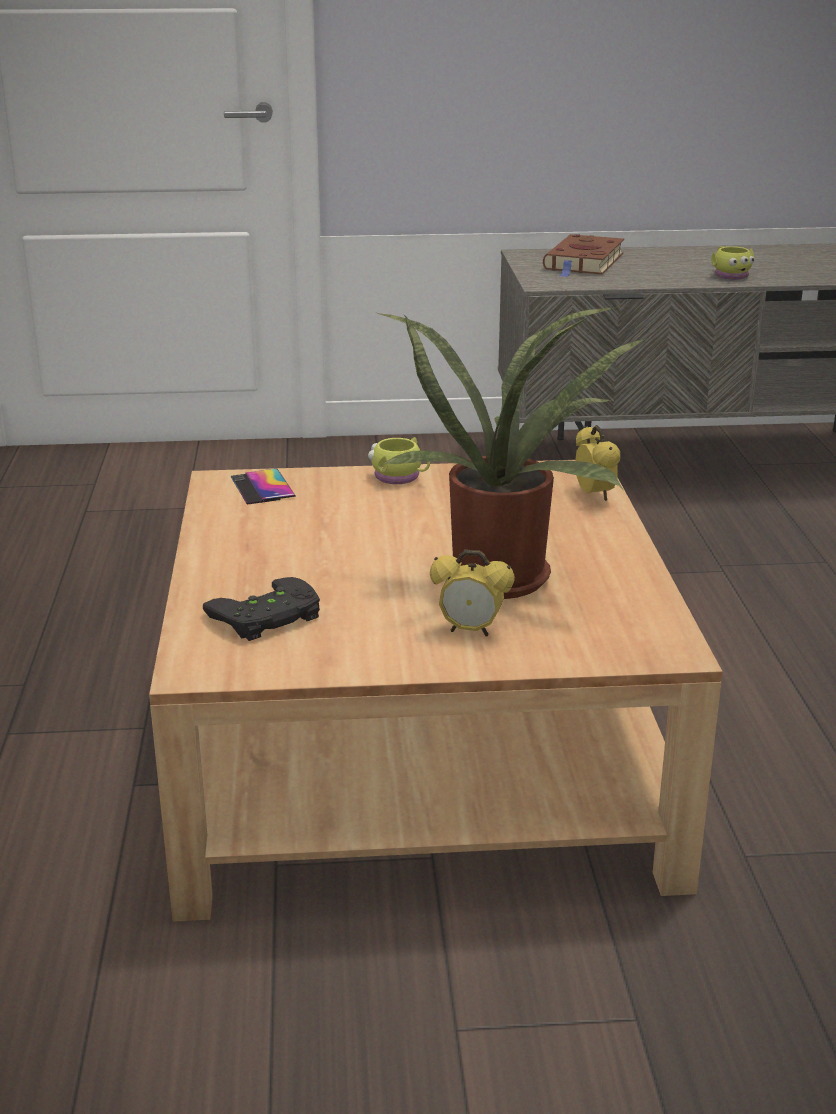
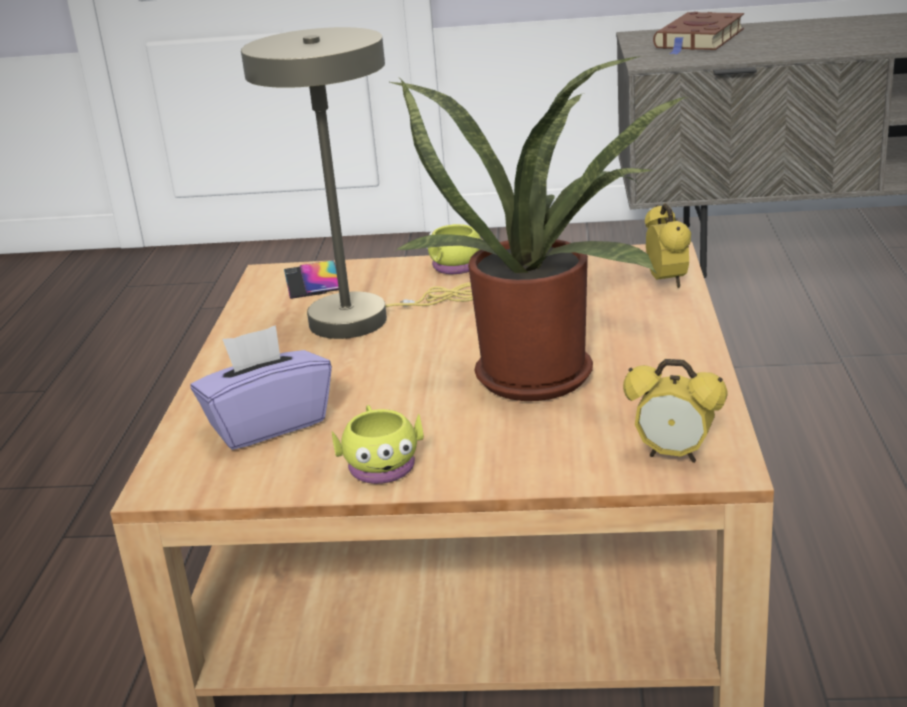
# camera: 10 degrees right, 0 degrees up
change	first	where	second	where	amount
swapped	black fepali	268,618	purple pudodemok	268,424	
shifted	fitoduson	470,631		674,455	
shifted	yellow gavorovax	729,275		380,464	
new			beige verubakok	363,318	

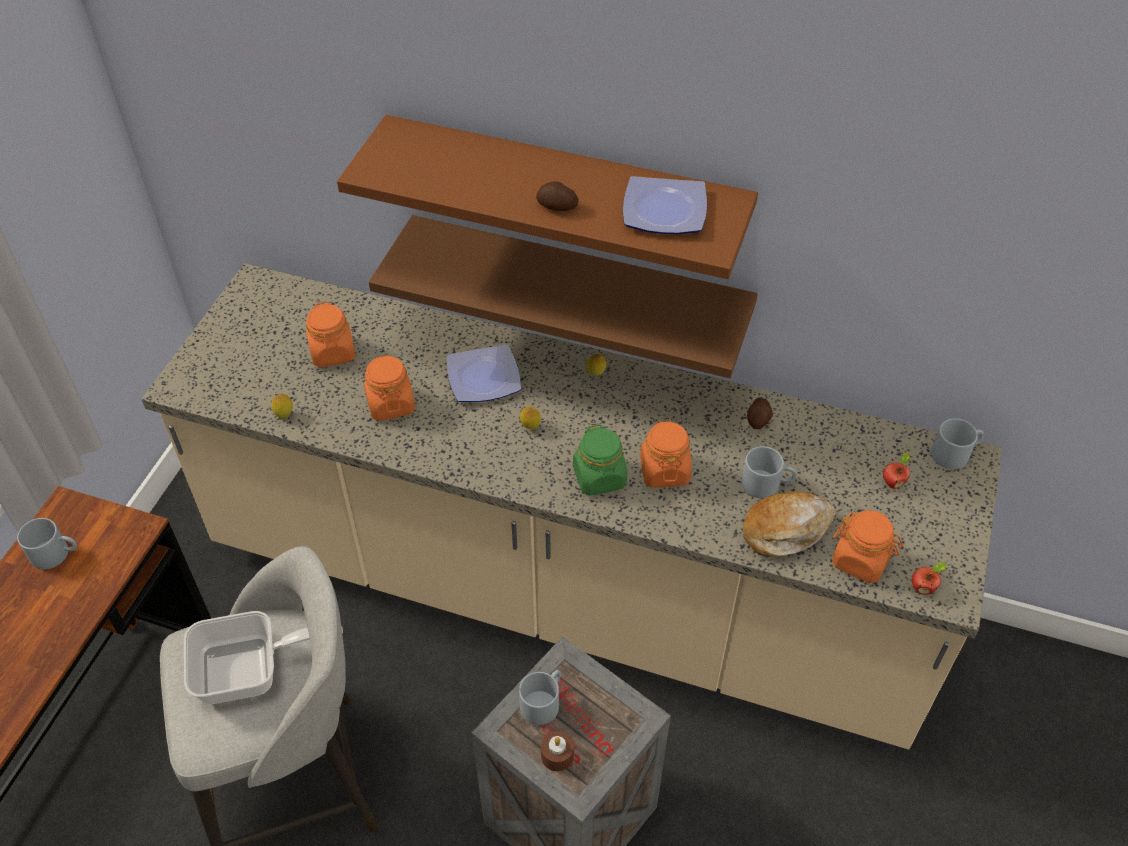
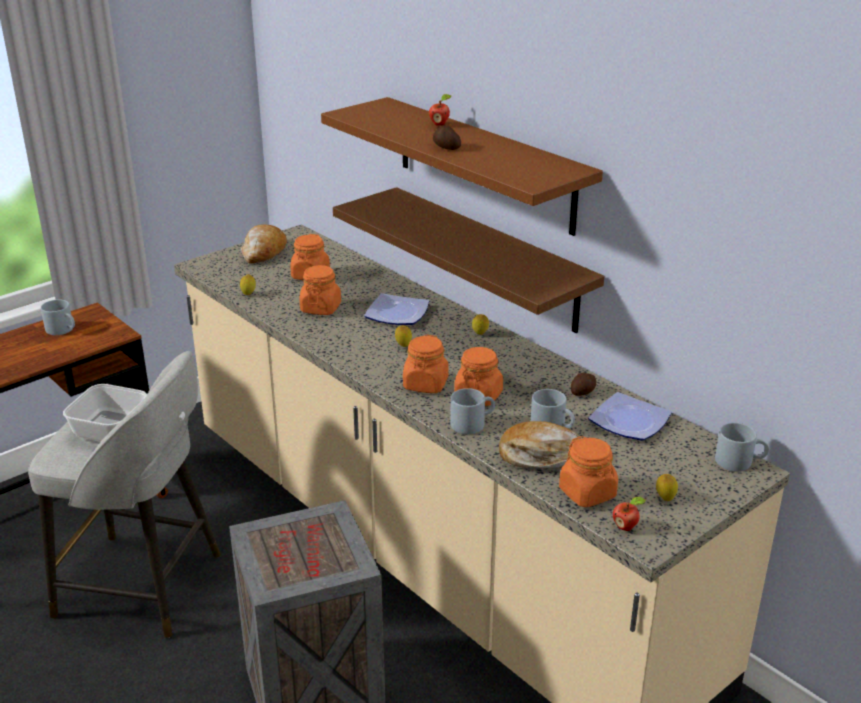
# camera: 30 degrees right, 20 degrees down
change	first	where	second	where	amount
shifted	grey gavorovax	543,701		472,423	
gone	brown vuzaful	557,755			
repainted	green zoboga	599,477	orange zoboga	425,384	
shifted	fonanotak	662,211		627,422	
shifted	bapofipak	892,482		440,124	
new			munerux	263,252	
new			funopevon	665,499	

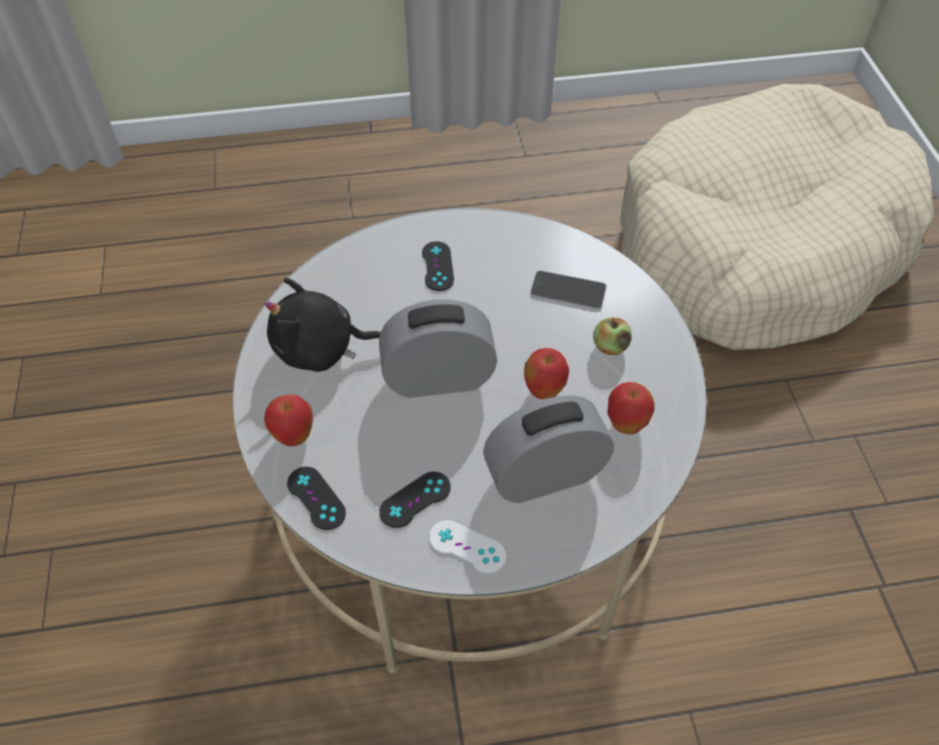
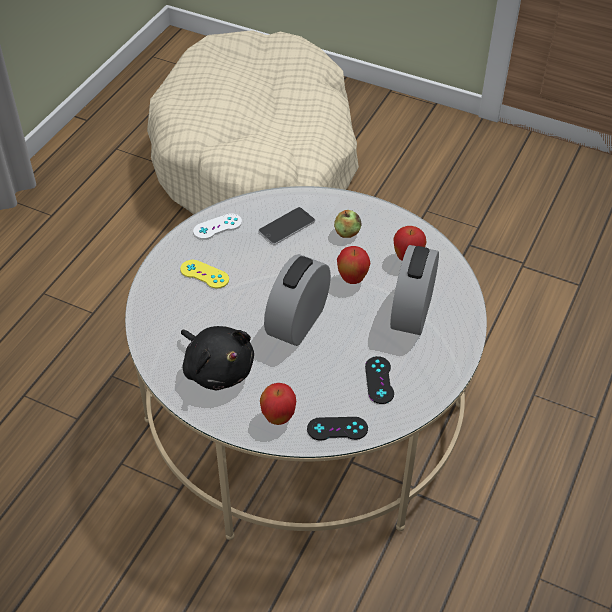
# camera: 55 degrees left, 5 degrees down
change	first	where	second	where	amount
rotated	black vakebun	321,349		217,369	75 degrees counterclockwise
repainted	black fepali	437,266	yellow fepali	204,274	
shifted	white fepali	467,547		217,226	

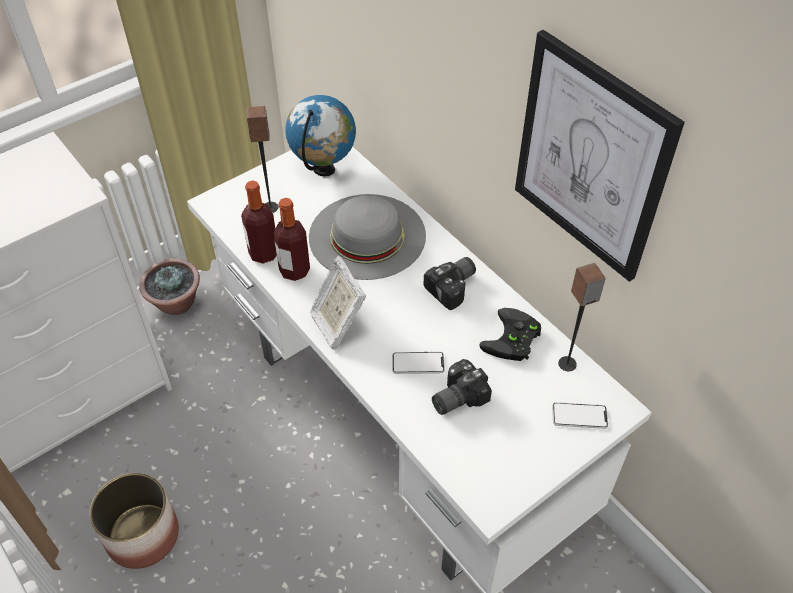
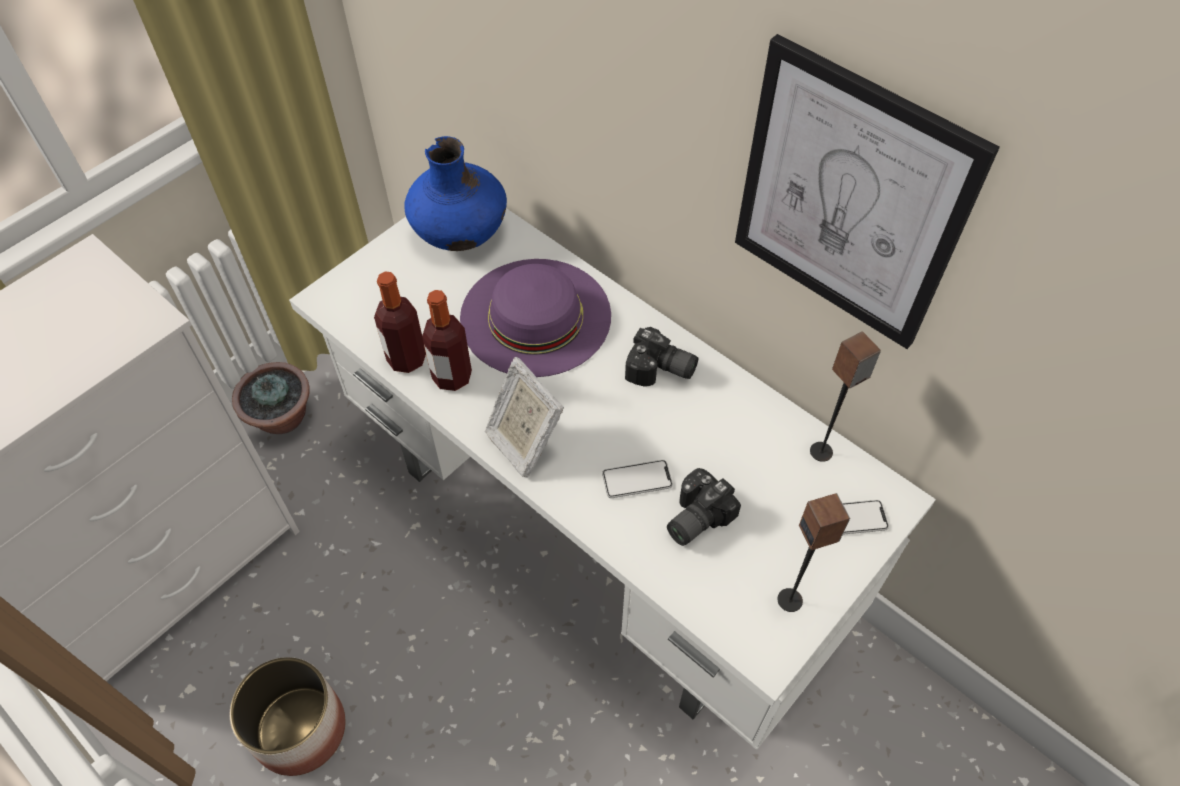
# camera: 10 degrees left, 5 degrees up
change	first	where	second	where	amount
shifted	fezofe	271,207		790,600	
swapped	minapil	324,169	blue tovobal	461,233	
repainted	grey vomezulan	367,236	purple vomezulan	536,316	
rotated	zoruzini	454,288		660,371	75 degrees clockwise
gone	black fepali	512,340			

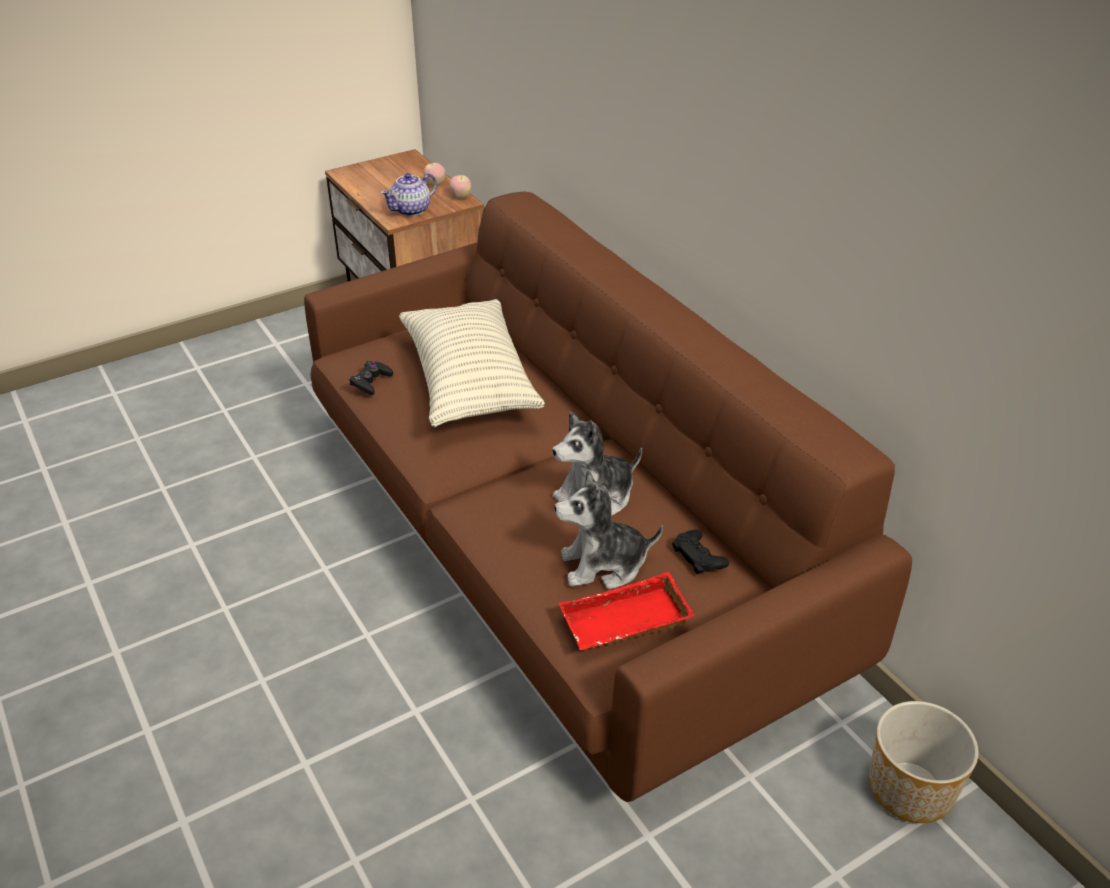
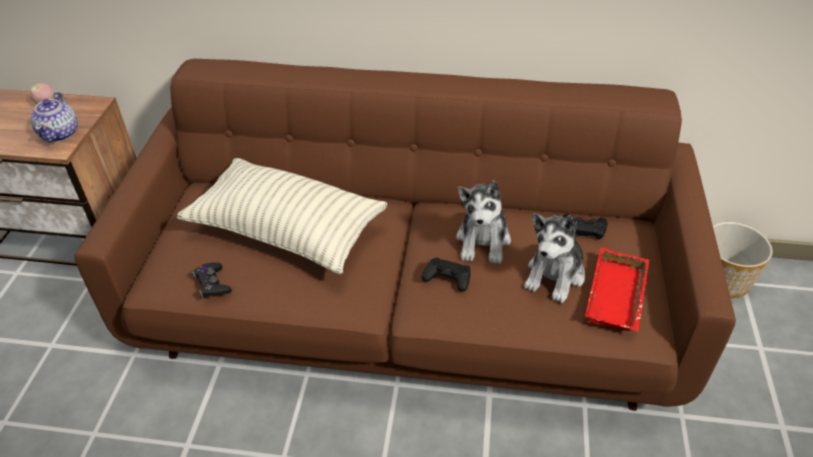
# camera: 50 degrees left, 5 degrees up
change	first	where	second	where	amount
gone	bapofipak	460,197			
new			black fepali	447,277	

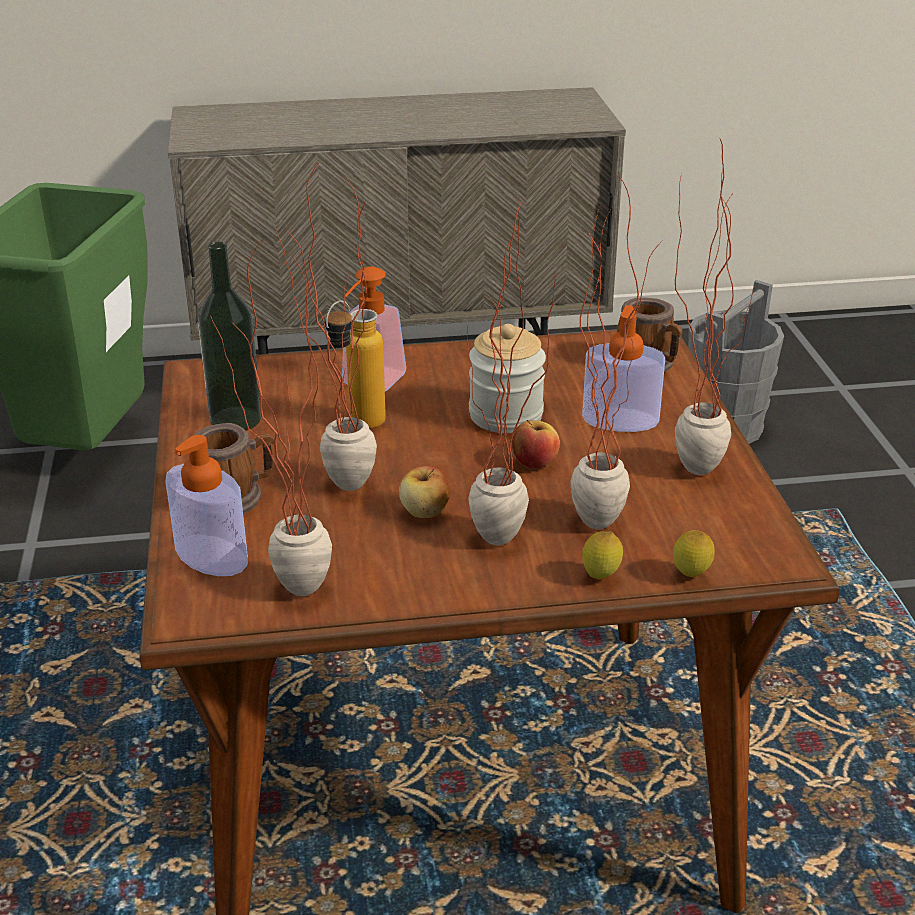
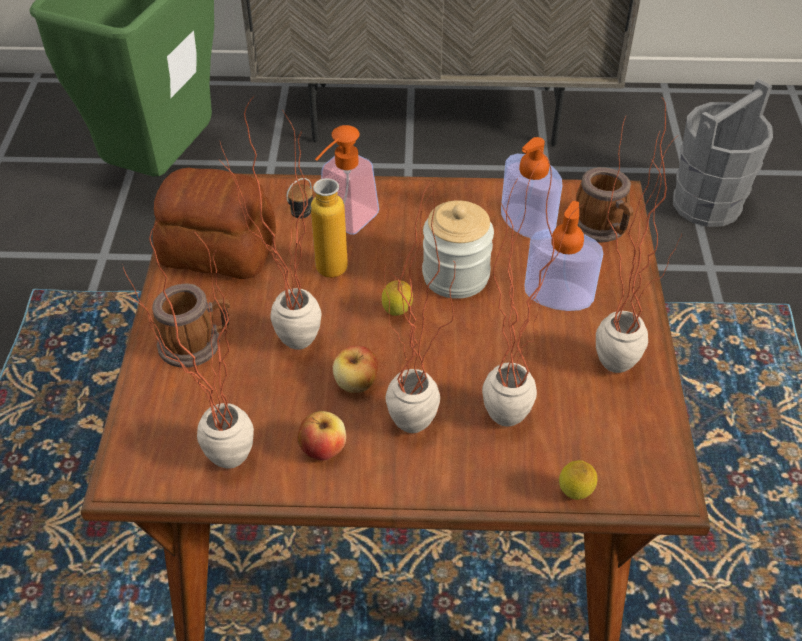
# camera: 10 degrees right, 15 degrees up
change	first	where	second	where	amount
shifted	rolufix	211,556		527,222	
swapped	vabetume	235,419	munerux	218,251	
shifted	bapofipak	534,462		323,448	
shifted	funopevon	600,577		397,313	

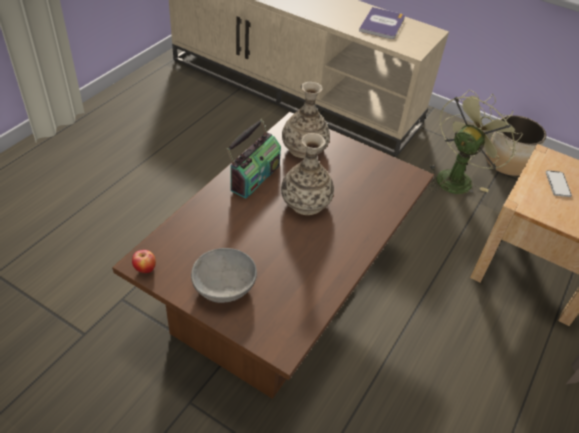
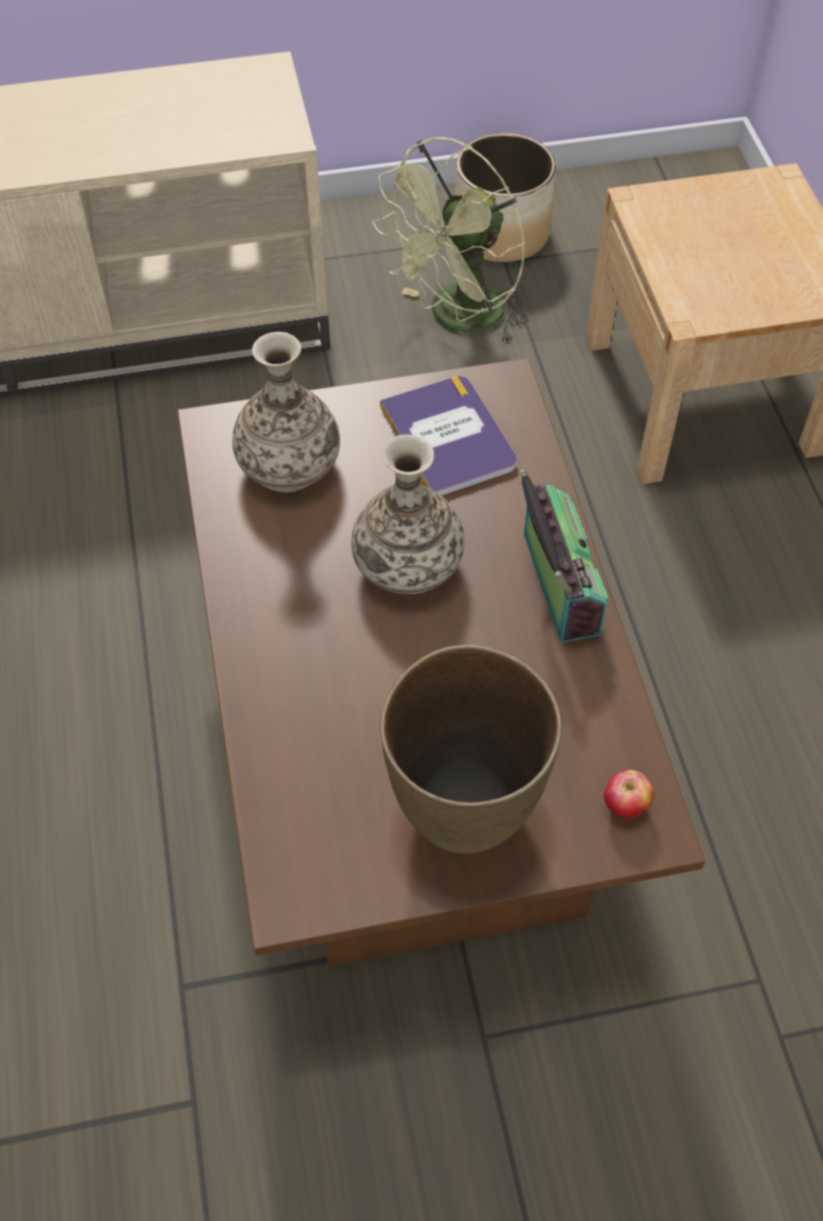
# camera: 40 degrees left, 10 degrees up
change	first	where	second	where	amount
shifted	bapofipak	145,269		625,807	
swapped	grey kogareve	225,287	brown tovobal	465,814	
shifted	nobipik	254,176		556,584	
shifted	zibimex	382,24		449,437	
rotated	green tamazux	457,177		458,319	135 degrees counterclockwise
gone	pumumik	557,184			

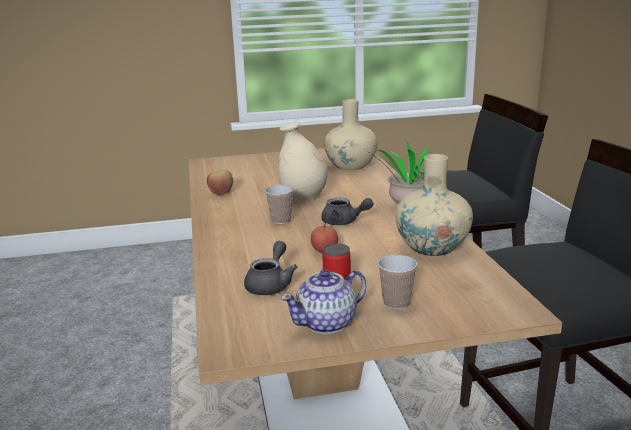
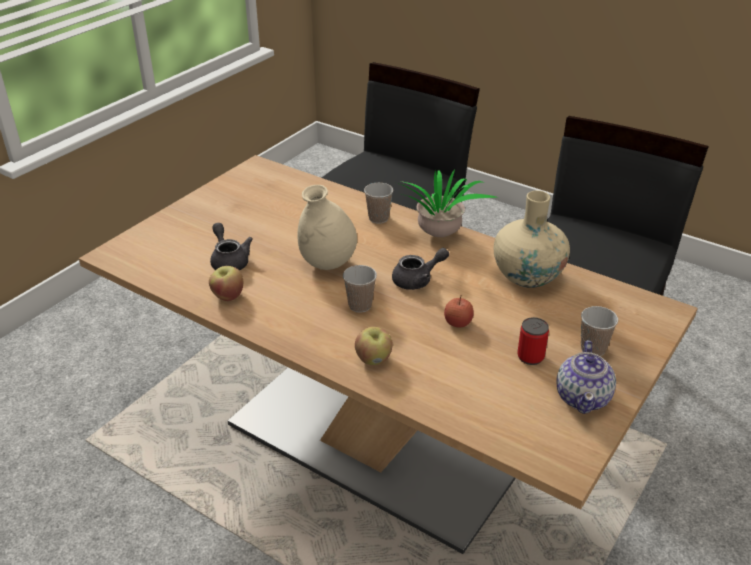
# camera: 45 degrees left, 15 degrees up
change	first	where	second	where	amount
shifted	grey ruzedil	271,284		229,261	
gone	beige tovobal	351,166			
new			bapofipak	374,359	
new			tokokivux	378,218	

